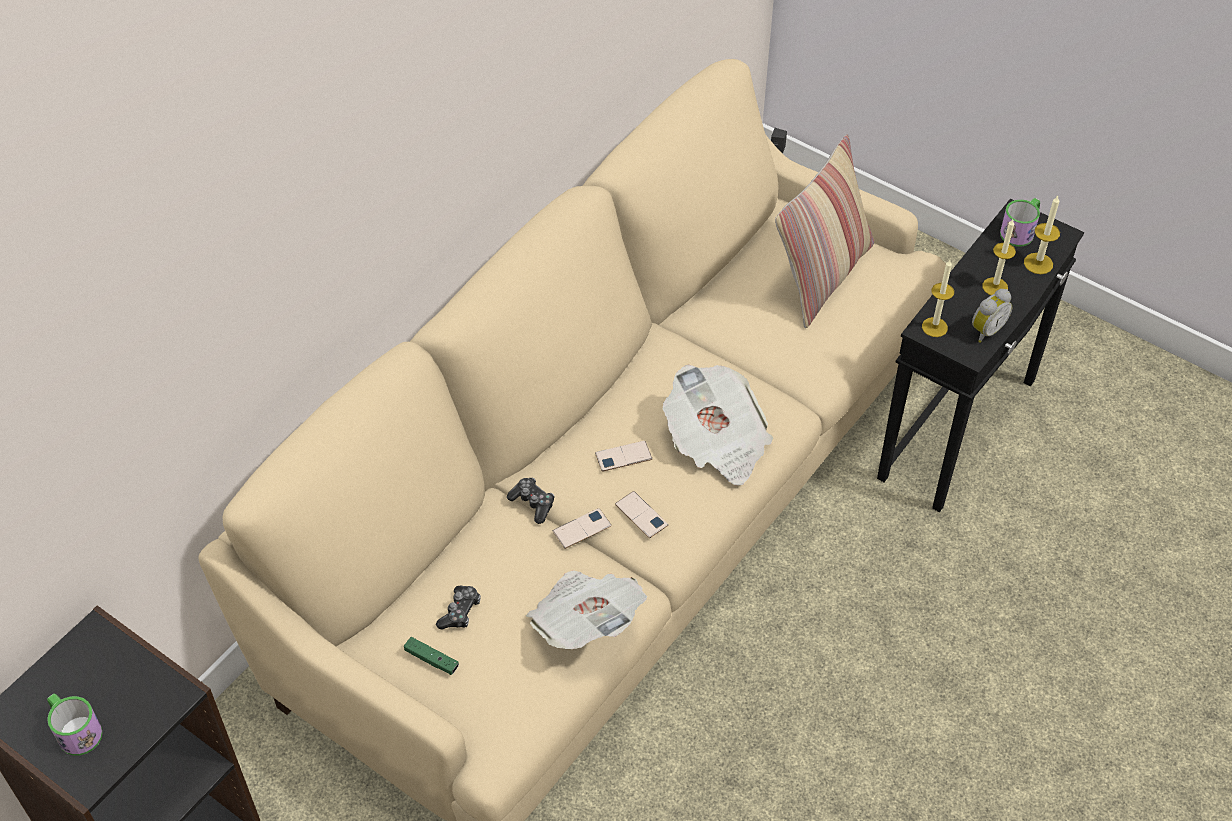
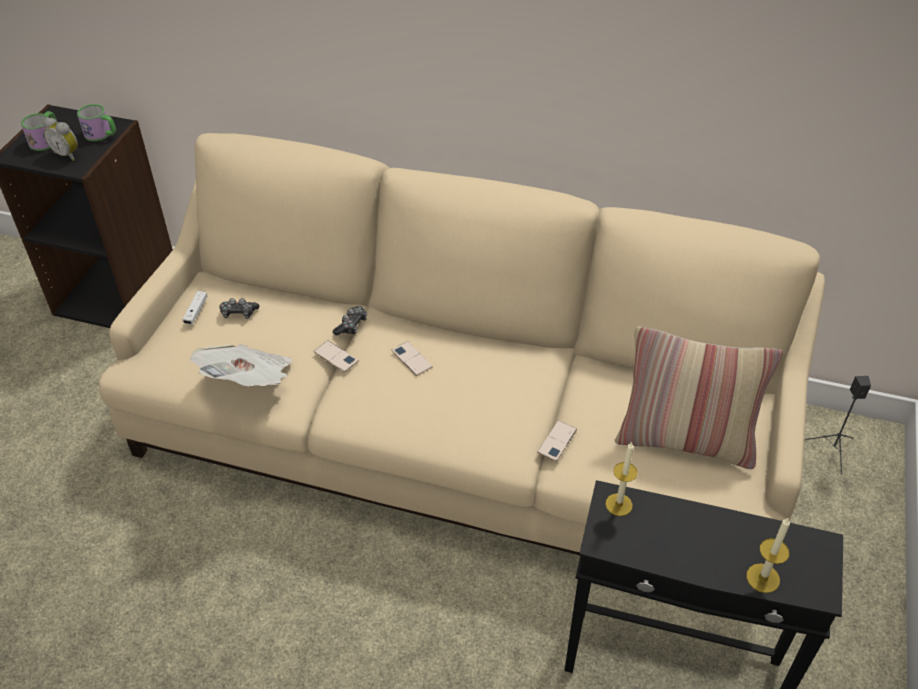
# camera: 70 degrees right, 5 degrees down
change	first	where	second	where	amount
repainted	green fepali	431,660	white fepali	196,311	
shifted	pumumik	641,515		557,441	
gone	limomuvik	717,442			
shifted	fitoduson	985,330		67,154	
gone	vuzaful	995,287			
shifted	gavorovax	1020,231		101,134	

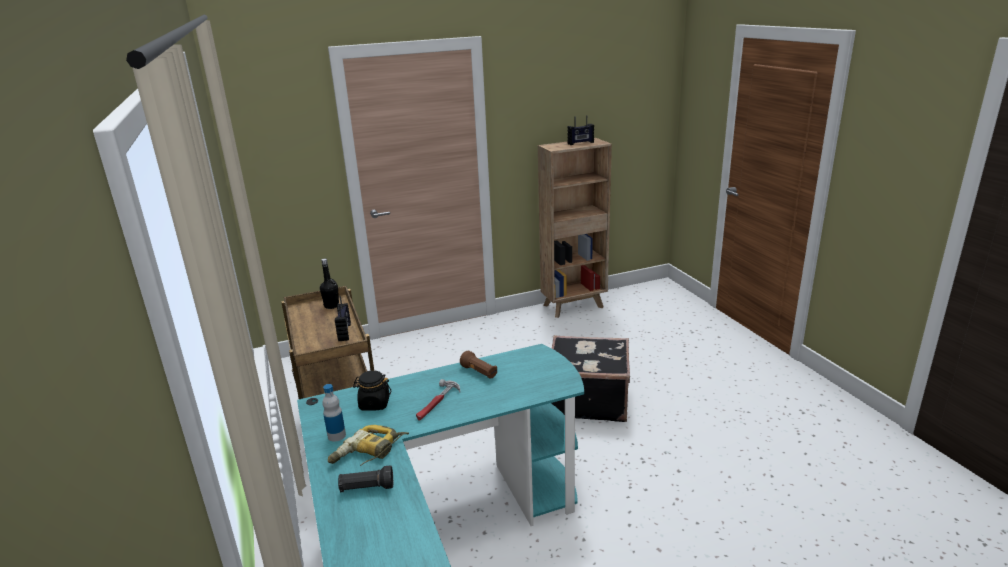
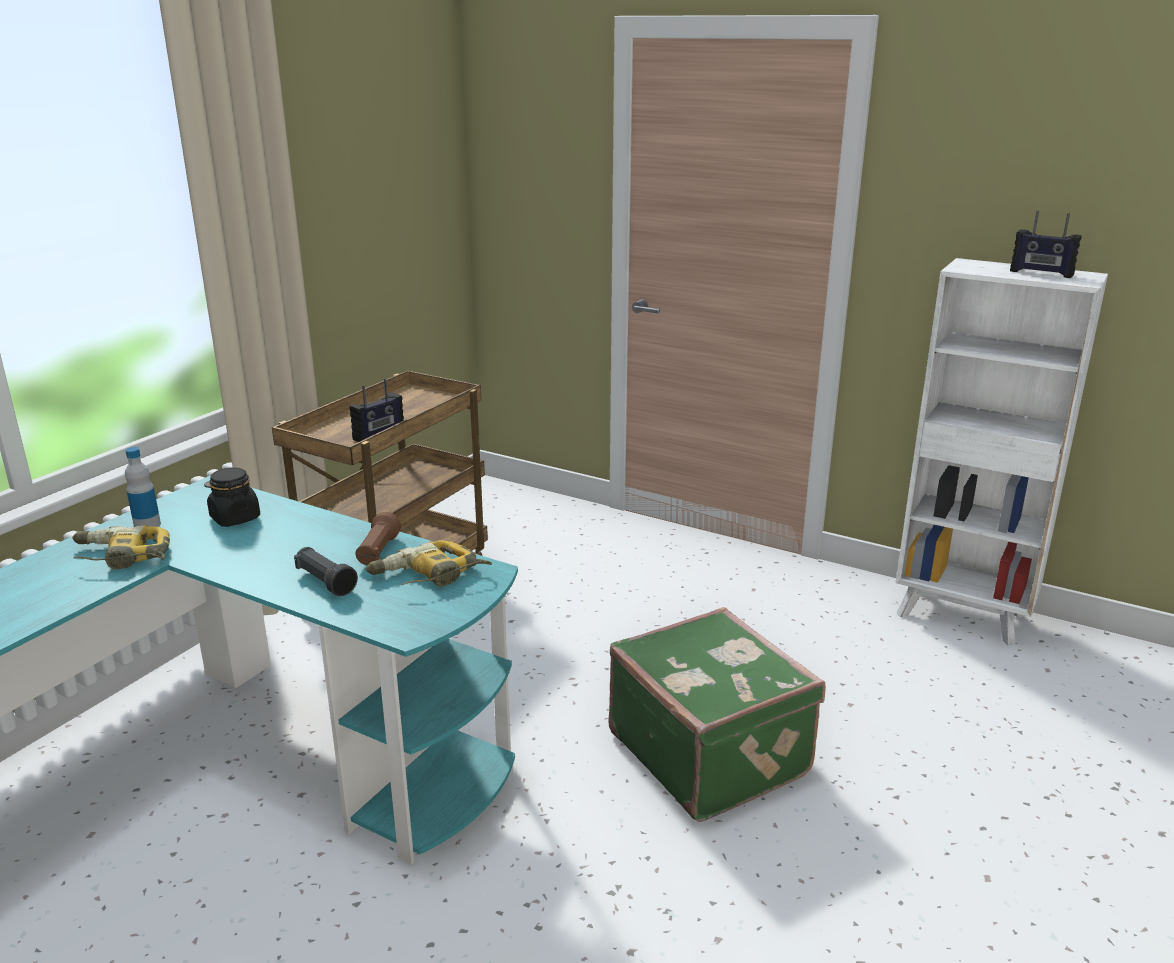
# camera: 50 degrees right, 0 degrees up
change	first	where	second	where	amount
gone	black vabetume	331,306			
shifted	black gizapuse	366,488		325,582	
gone	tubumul	437,403			
repainted	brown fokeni	574,306	white fokeni	963,616	
repainted	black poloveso	588,400	green poloveso	710,752	
new			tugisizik	428,576	

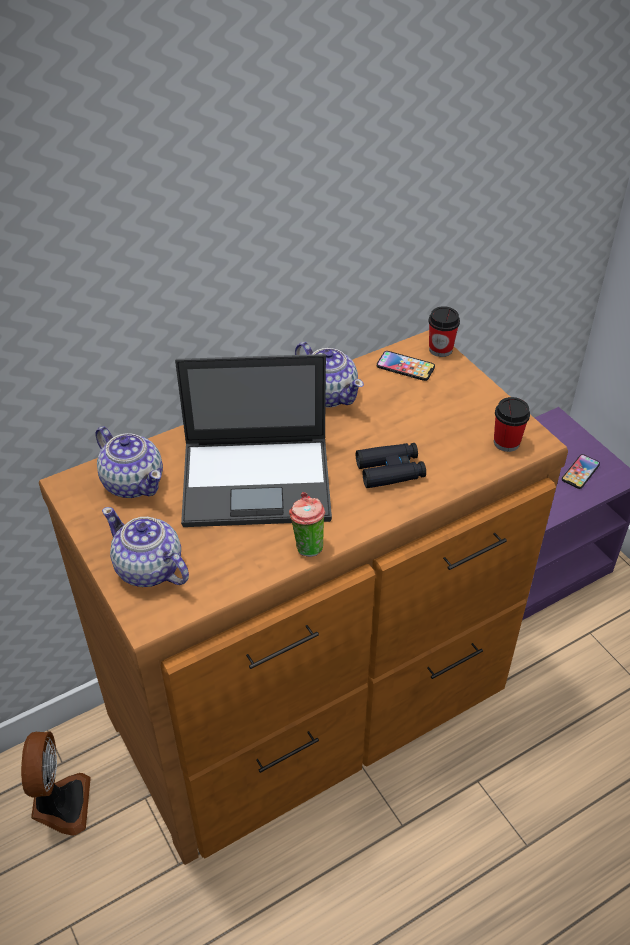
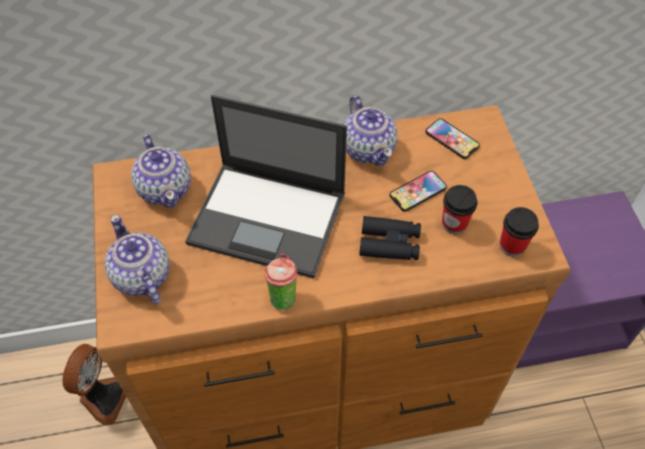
# camera: 20 degrees right, 10 degrees up
change	first	where	second	where	amount
shifted	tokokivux	440,349		454,224	
shifted	pumumik	580,472		418,191	

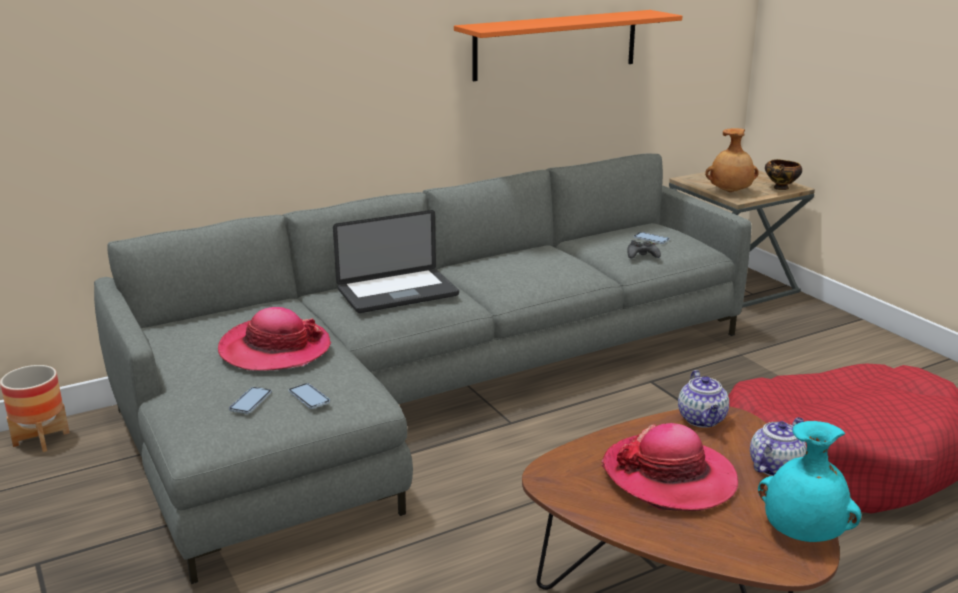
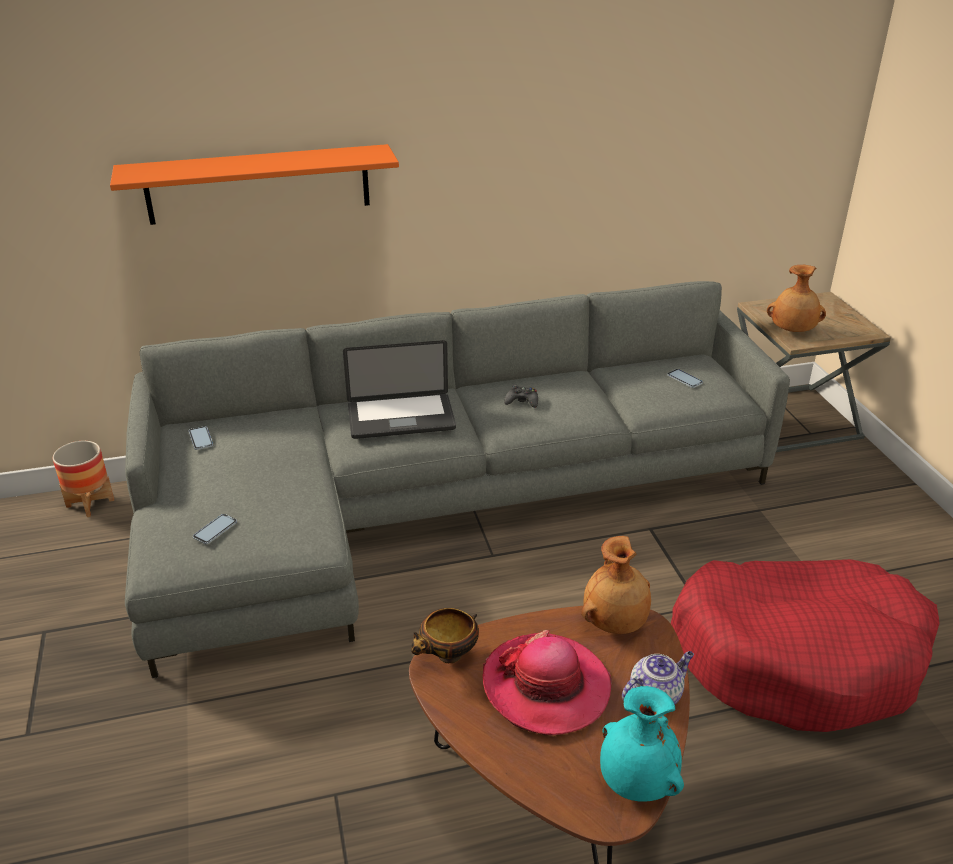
# camera: 15 degrees right, 10 degrees up
change	first	where	second	where	amount
gone	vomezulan	275,349			
shifted	pumumik	309,397		201,439	
shifted	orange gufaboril	556,44		258,184	
shifted	black fepali	642,255		522,401	
swapped	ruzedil	702,420	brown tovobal	615,623	
shifted	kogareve	780,188		447,656	

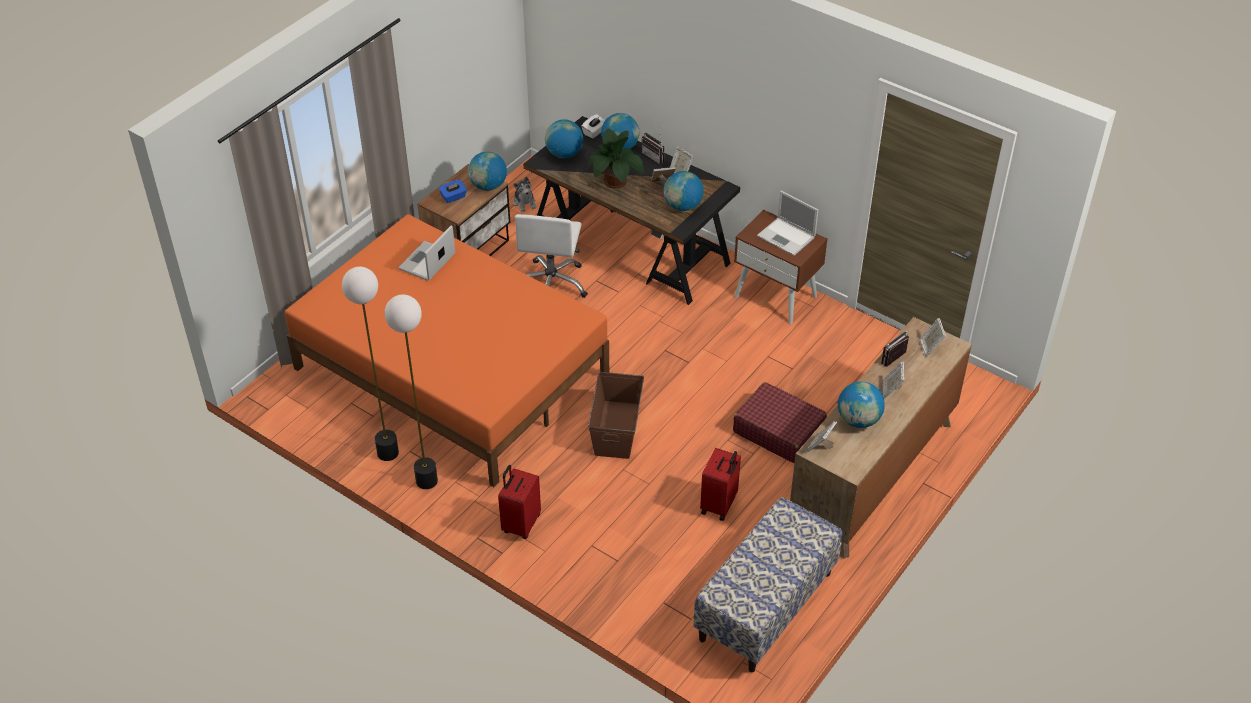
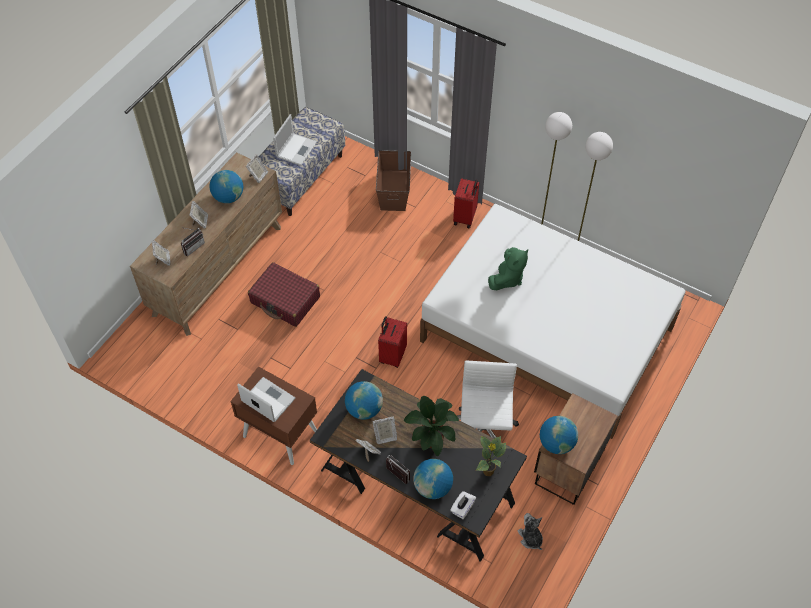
# camera: 175 degrees right, 10 degrees up
change	first	where	second	where	amount
repainted	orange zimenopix	452,371	white zimenopix	546,334	
shifted	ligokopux	426,262		296,149	
gone	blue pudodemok	453,197			
swapped	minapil	564,154	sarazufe	488,472	
shifted	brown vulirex	617,429		393,190	
shifted	red poloveso	719,505		392,355	
new			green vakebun	507,278	

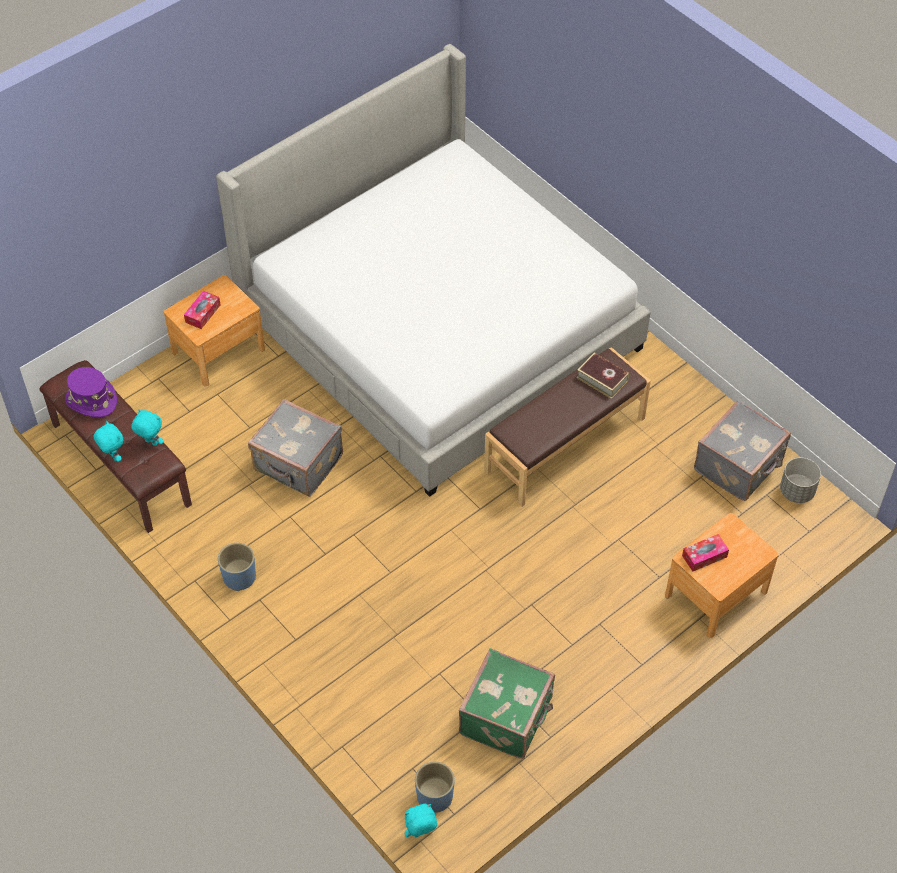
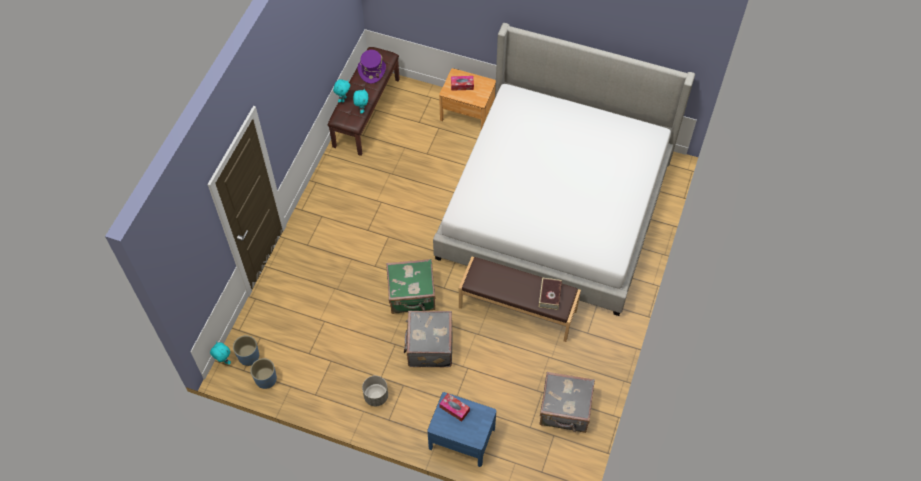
# camera: 60 degrees right, 5 degrees up
change	first	where	second	where	amount
shifted	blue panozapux	239,577		265,379	
shifted	grey poloveso	298,464		429,347	
shifted	green poloveso	507,717		412,295	
repainted	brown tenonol	716,593	blue tenonol	462,438	
shifted	grey panozapux	796,491		376,396	

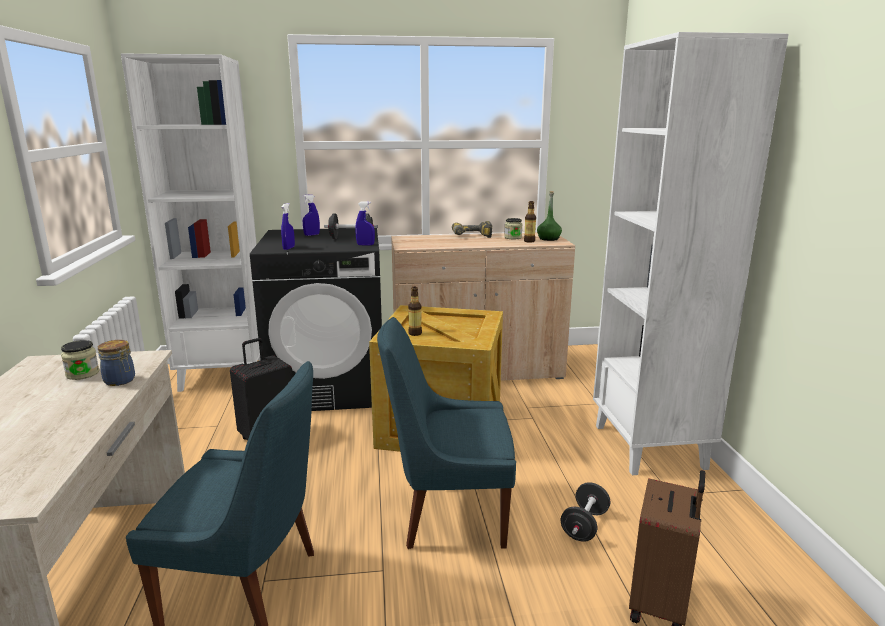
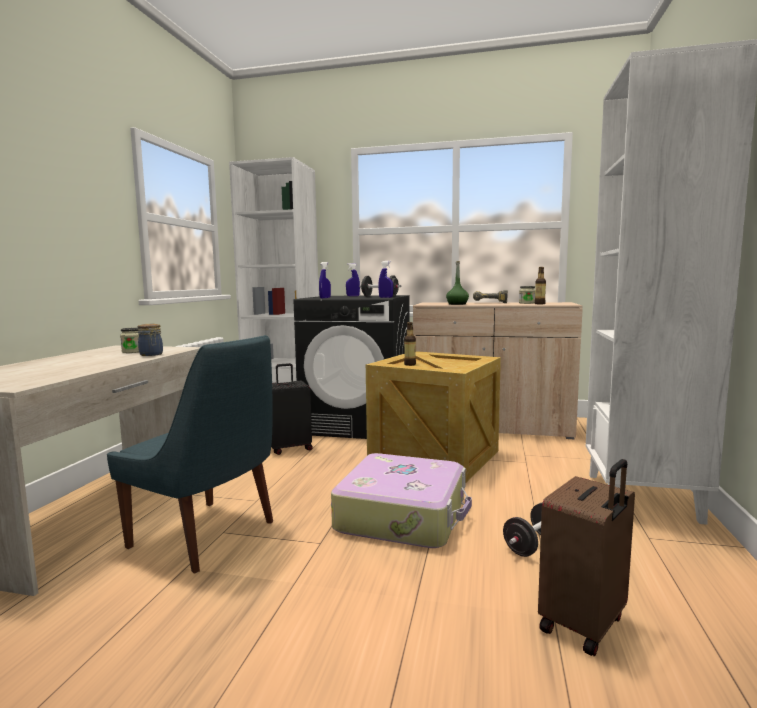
# camera: 20 degrees right, 10 degrees down
change	first	where	second	where	amount
swapped	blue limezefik	448,513	poloveso	403,515	
shifted	green vabetume	549,239		457,304	

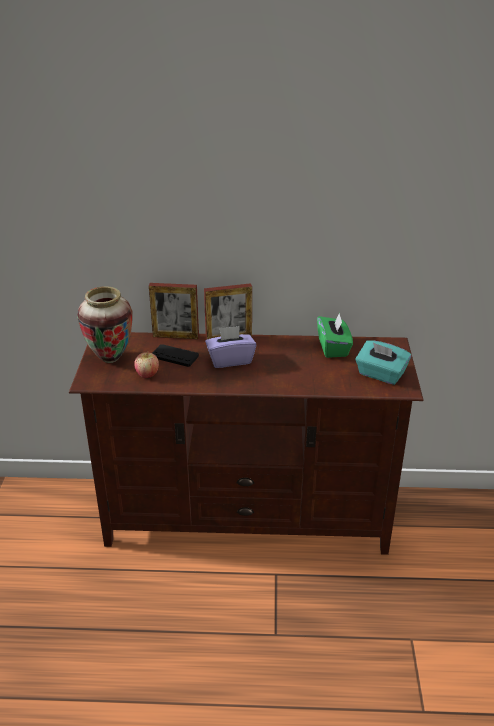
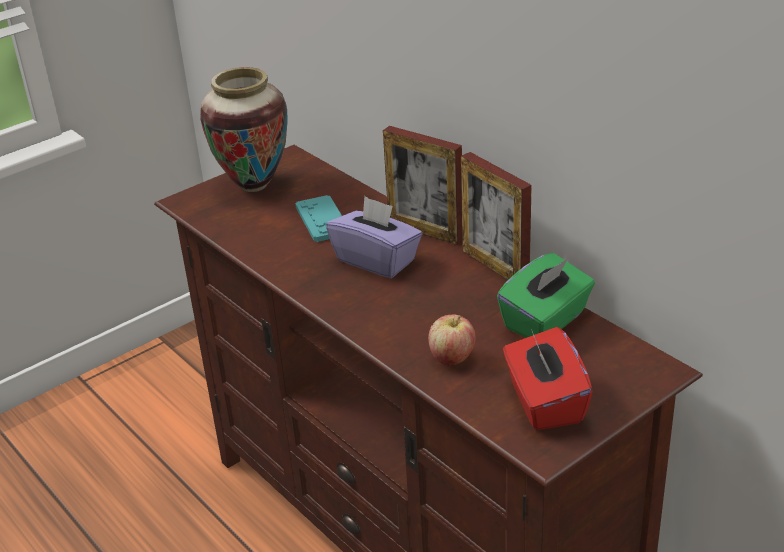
# camera: 50 degrees right, 0 degrees up
change	first	where	second	where	amount
shifted	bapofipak	147,374		452,358	
shifted	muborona	176,336		495,267	
repainted	black fepali	174,356	turquoise fepali	322,220	
repainted	turquoise pudodemok	380,374	red pudodemok	544,402	

